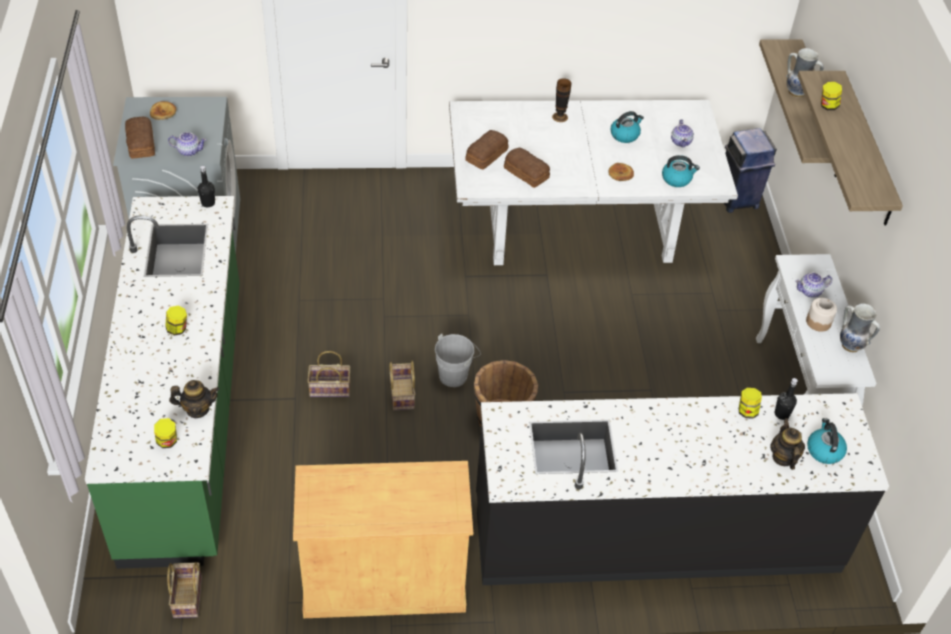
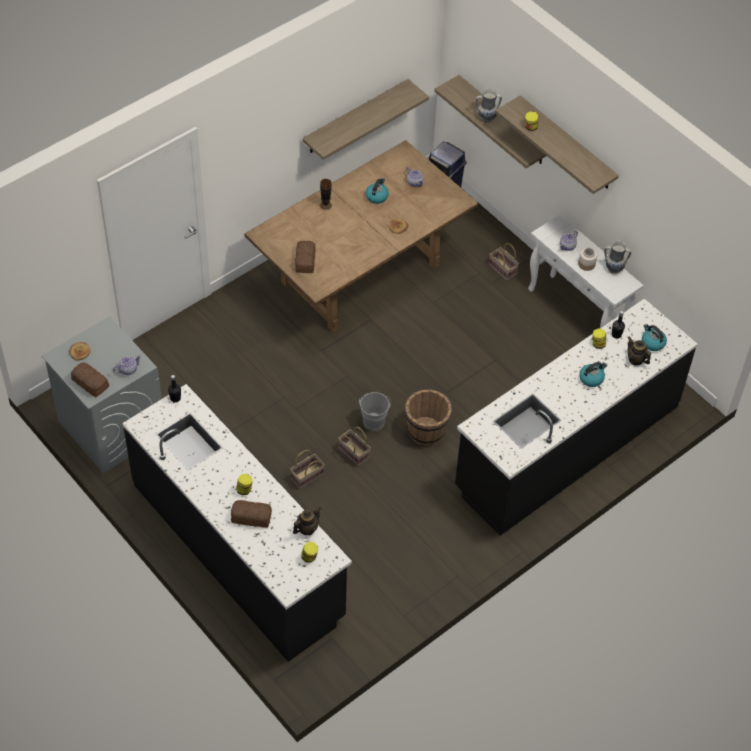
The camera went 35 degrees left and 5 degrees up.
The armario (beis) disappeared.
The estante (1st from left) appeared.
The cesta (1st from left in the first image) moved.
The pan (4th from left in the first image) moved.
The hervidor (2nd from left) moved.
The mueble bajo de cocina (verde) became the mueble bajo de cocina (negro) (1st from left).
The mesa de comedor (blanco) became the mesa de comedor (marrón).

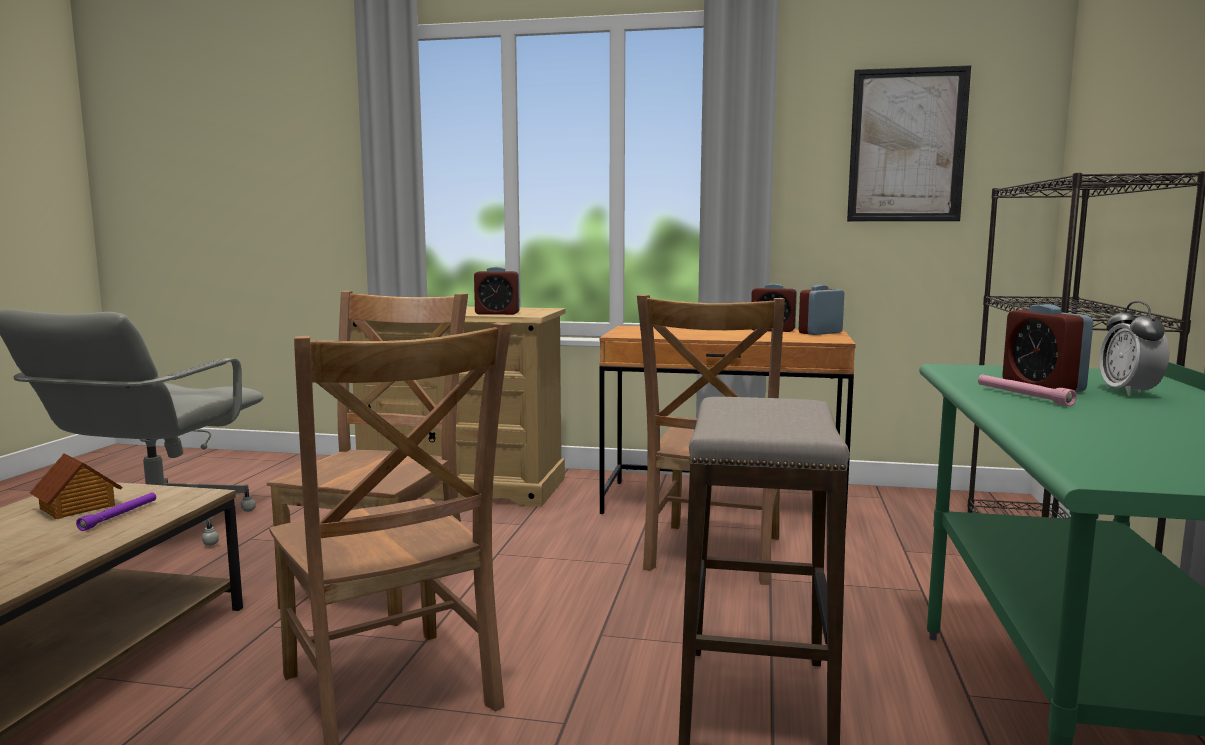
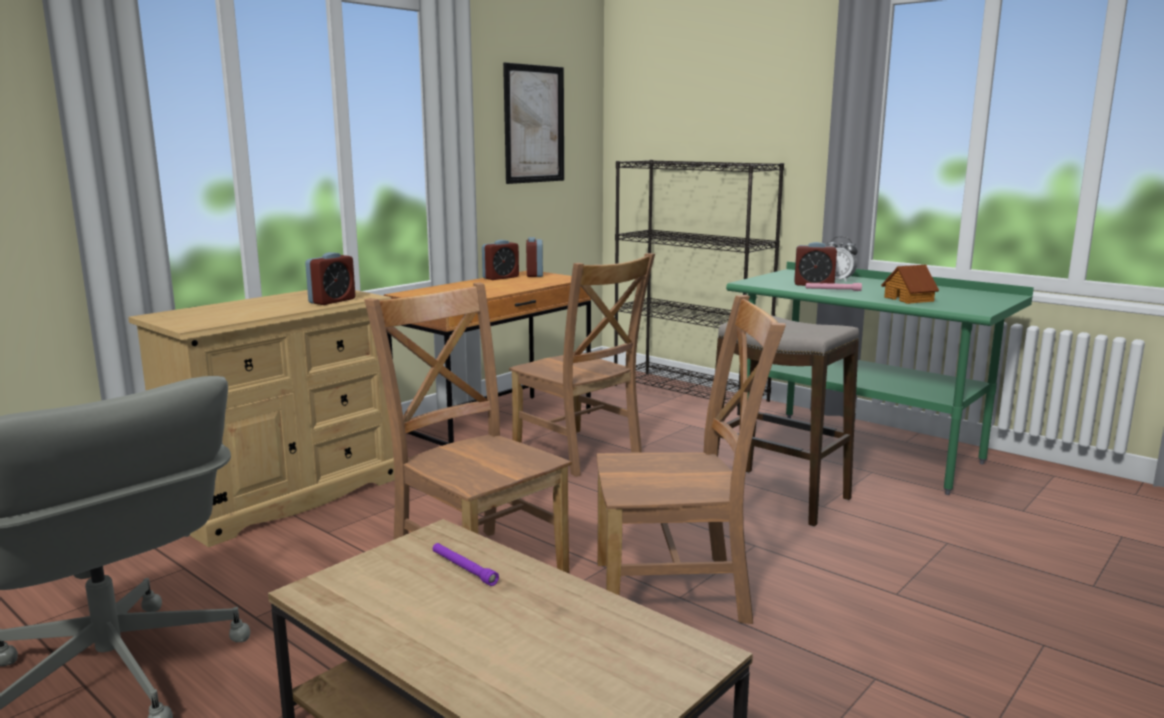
The camera went 60 degrees left and 5 degrees up.
The casita moved.

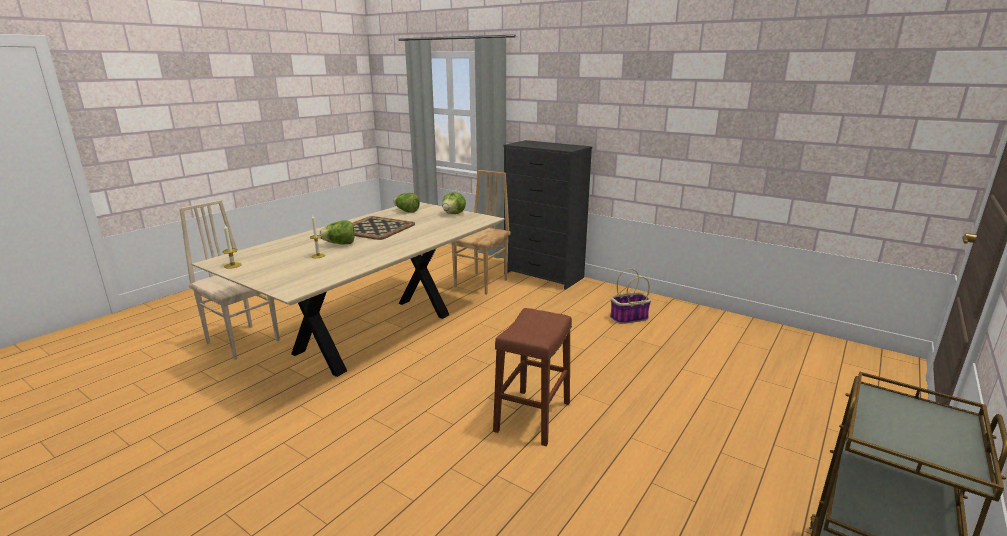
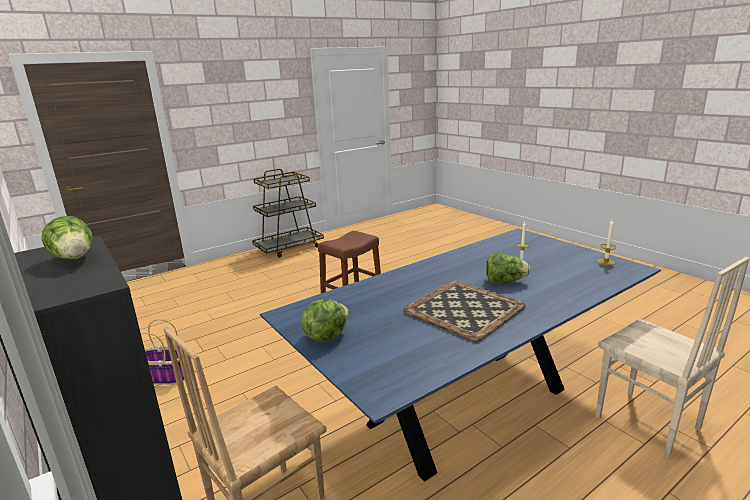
The camera went 160 degrees left and 0 degrees up.
The lechuga (2nd from left in the first image) moved.
The mesa de comedor (beis) became the mesa de comedor (azul).

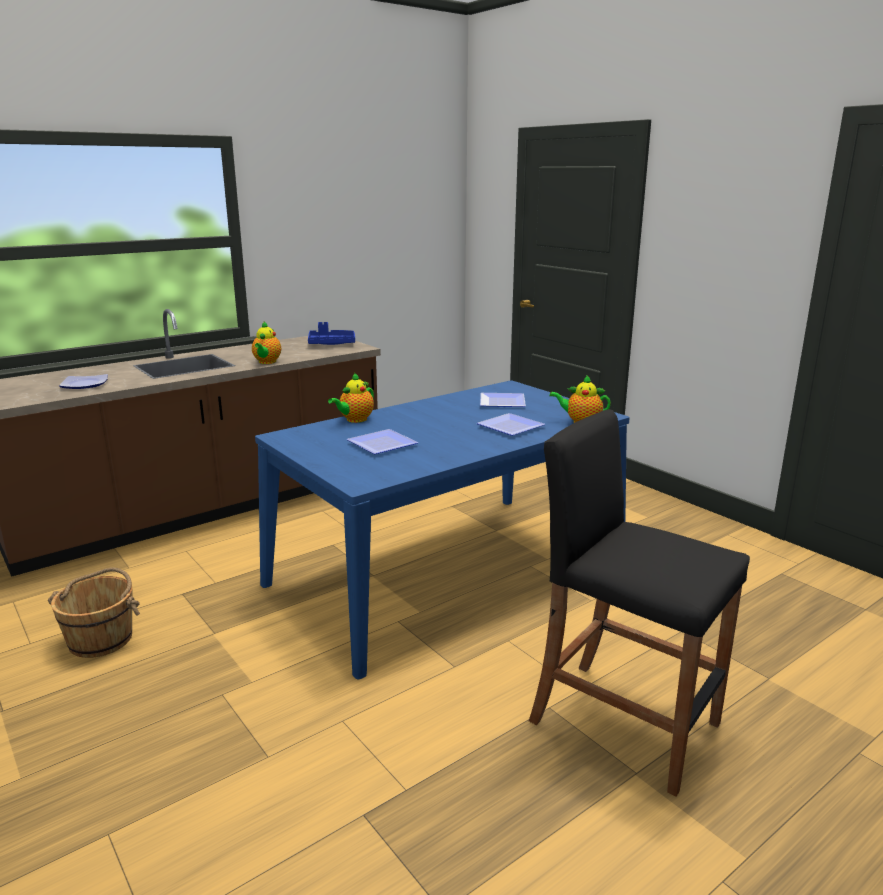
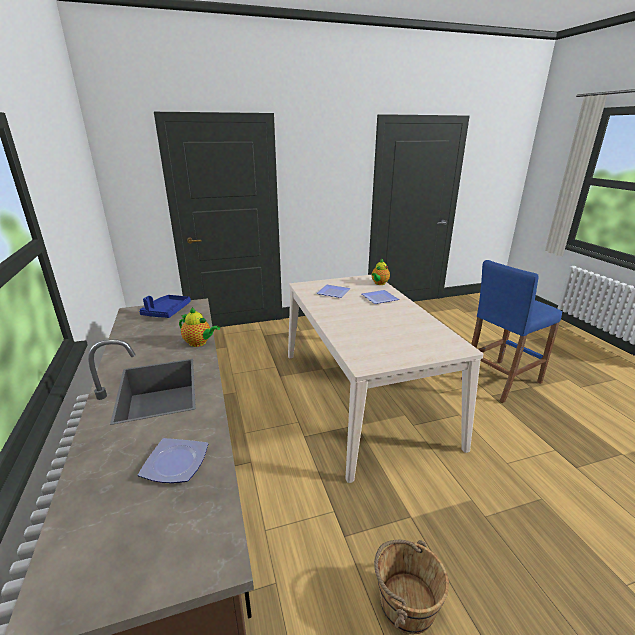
The camera went 70 degrees left and 5 degrees up.
The tetera (2nd from left) disappeared.
The plato (2nd from left) disappeared.
The mesa de comedor (azul) became the mesa de comedor (beis).
The taburete (negro) became the taburete (azul).

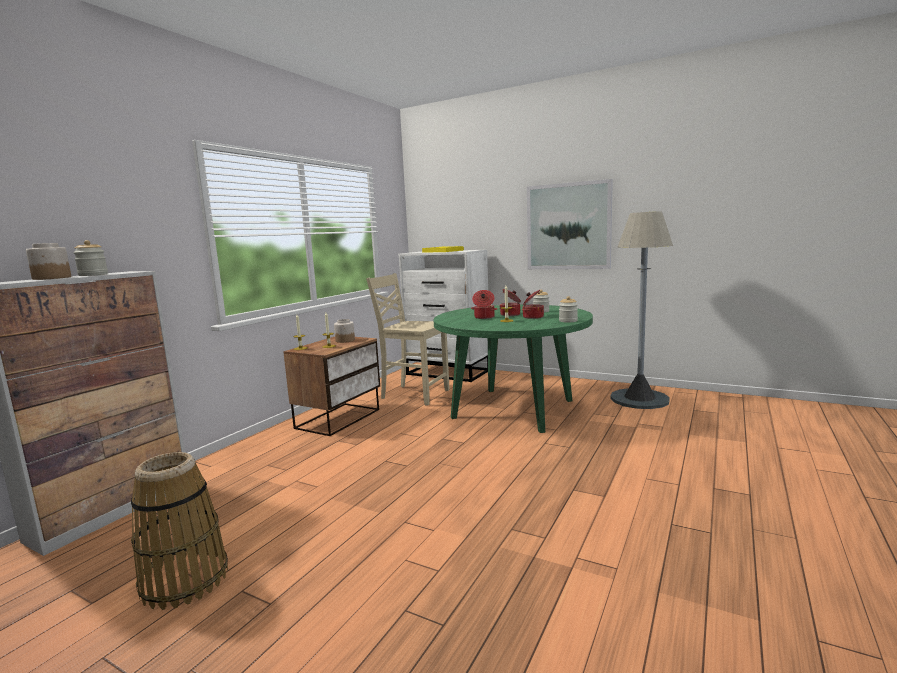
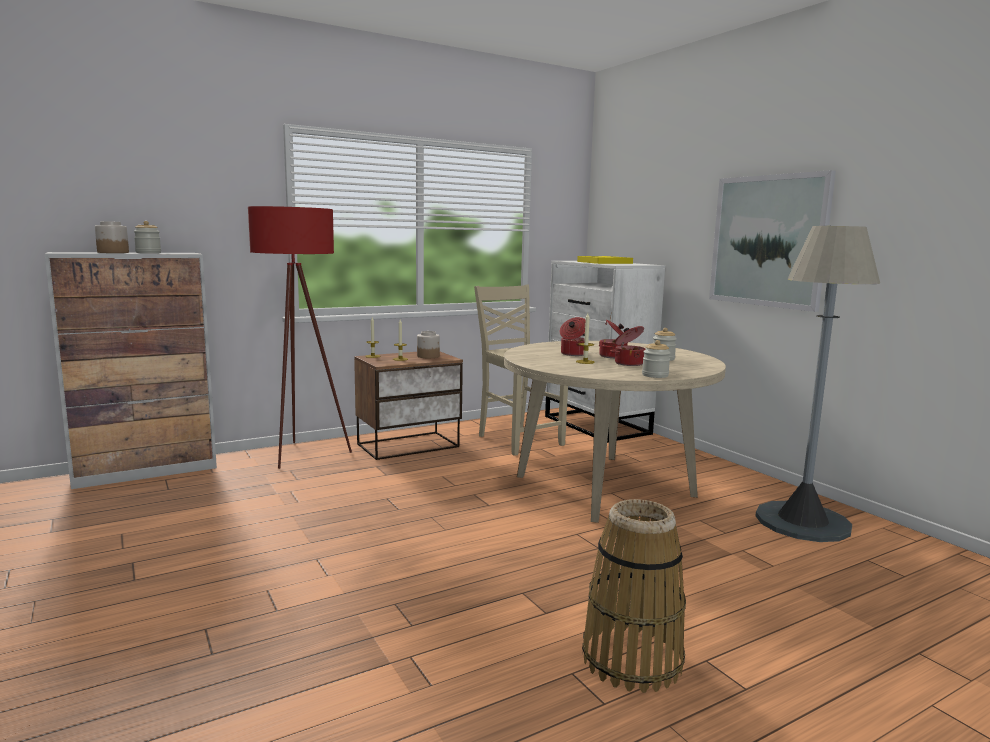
The camera went 30 degrees right and 0 degrees up.
The lámpara de pie (rojo) appeared.
The cesta moved.
The mesa de comedor (verde) became the mesa de comedor (beis).

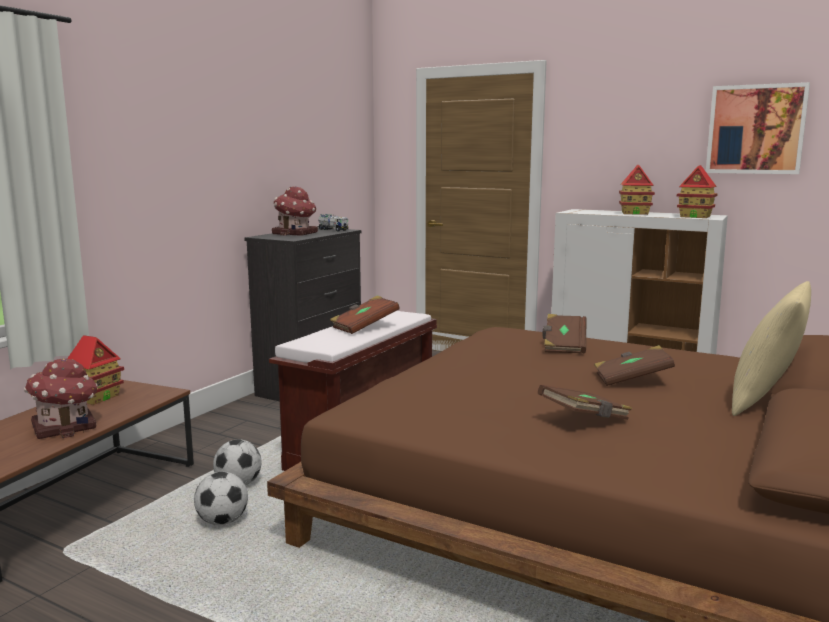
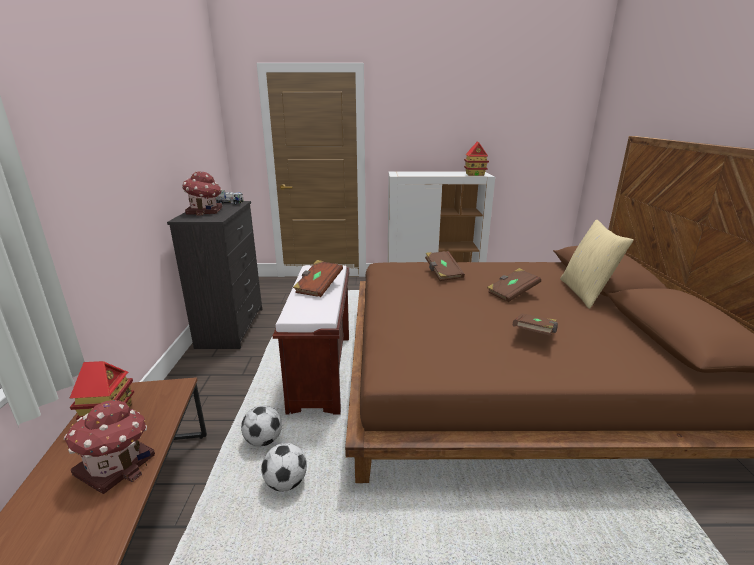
The camera went 30 degrees left and 10 degrees up.
The casita (4th from left) disappeared.
The cuadro disappeared.

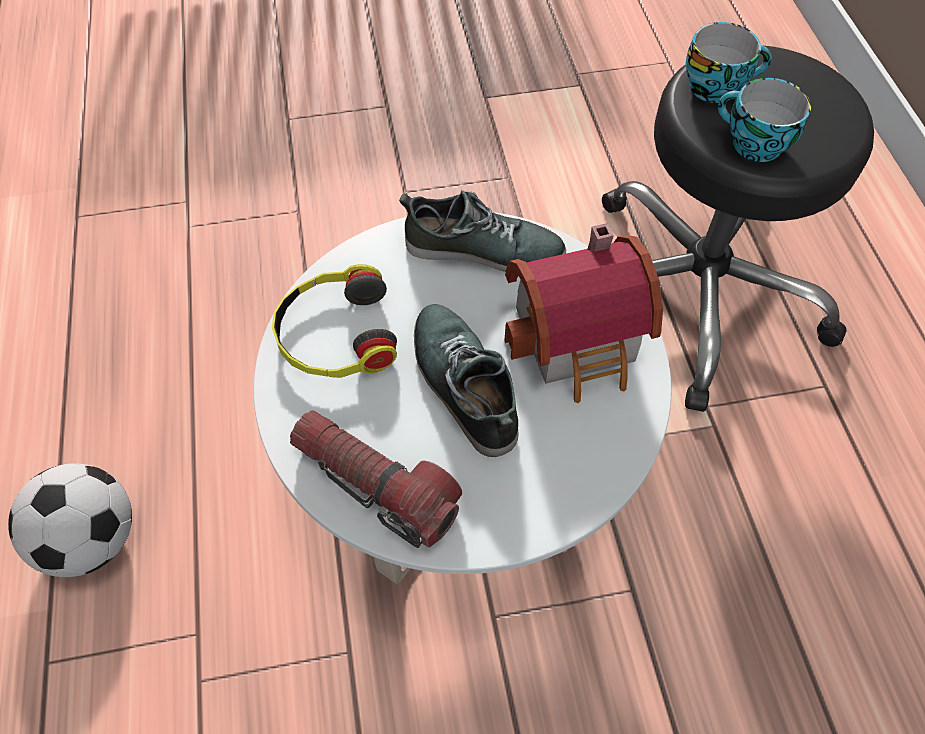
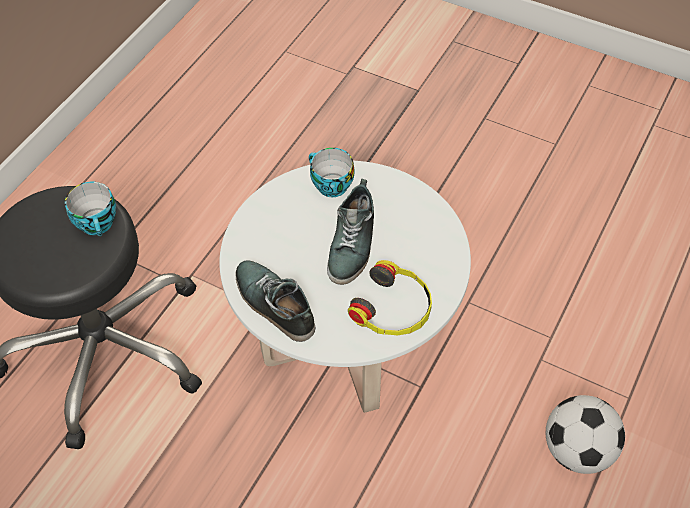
The camera went 140 degrees left and 5 degrees down.
The linterna disappeared.
The casita disappeared.
The taza (1st from left in the first image) moved.

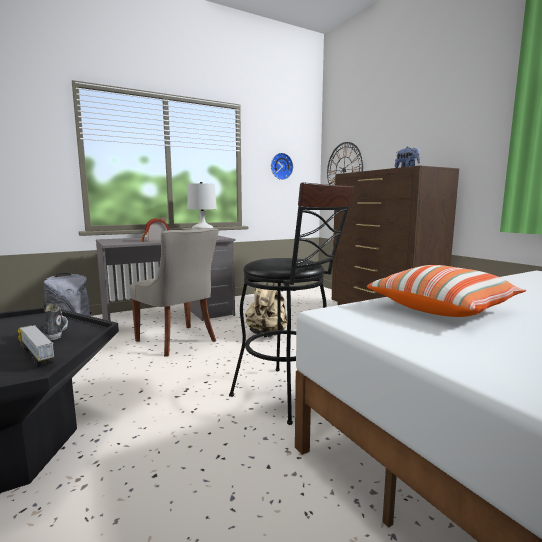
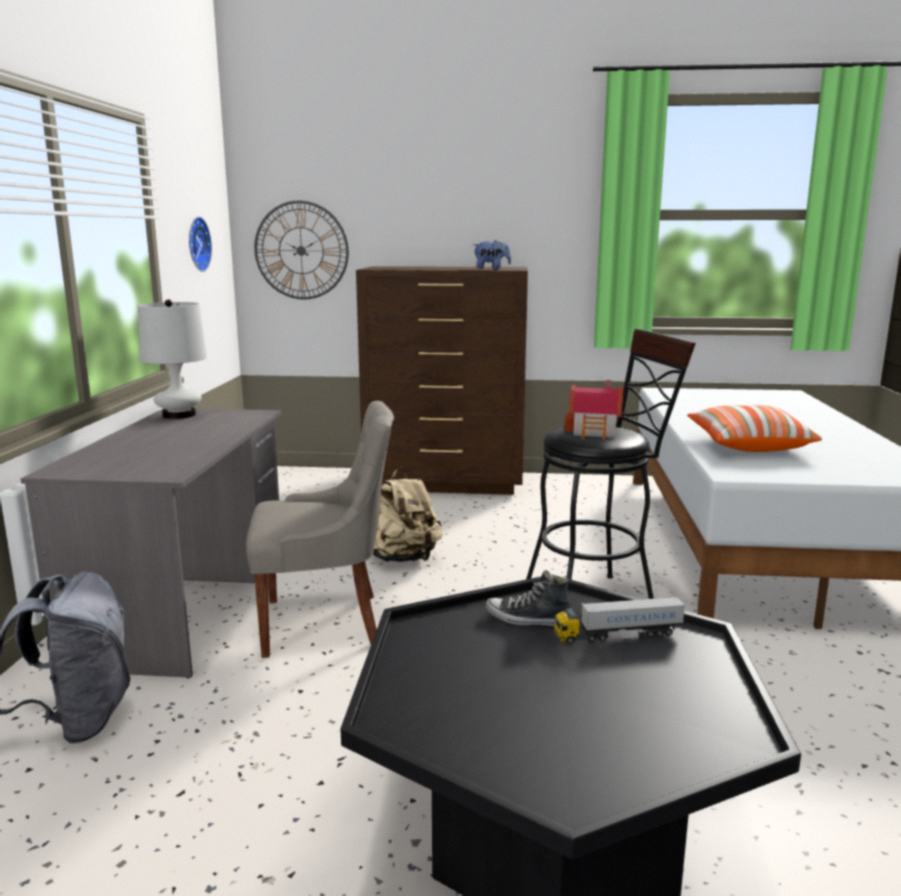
The camera went 55 degrees left and 5 degrees up.
The casita moved.

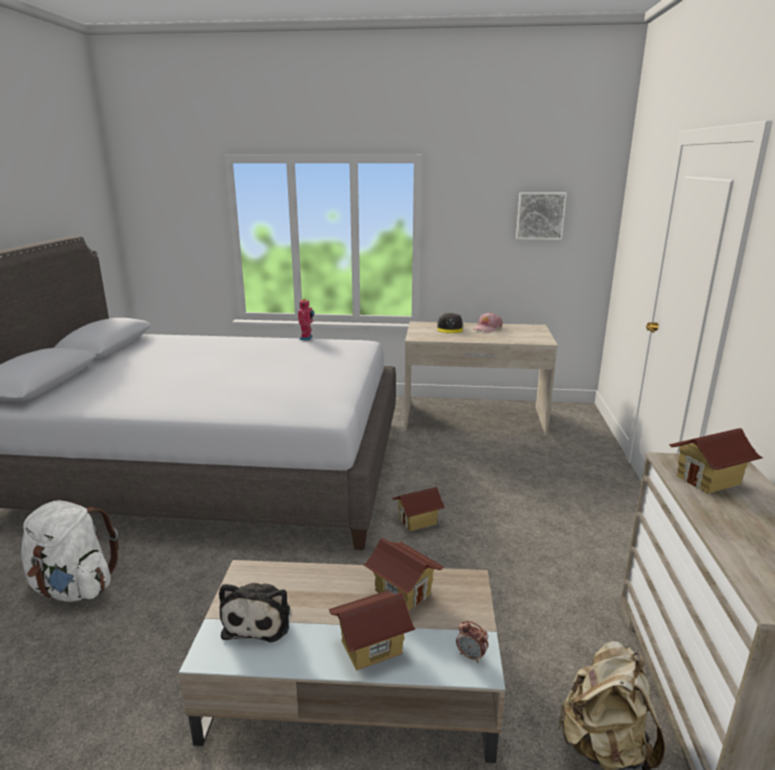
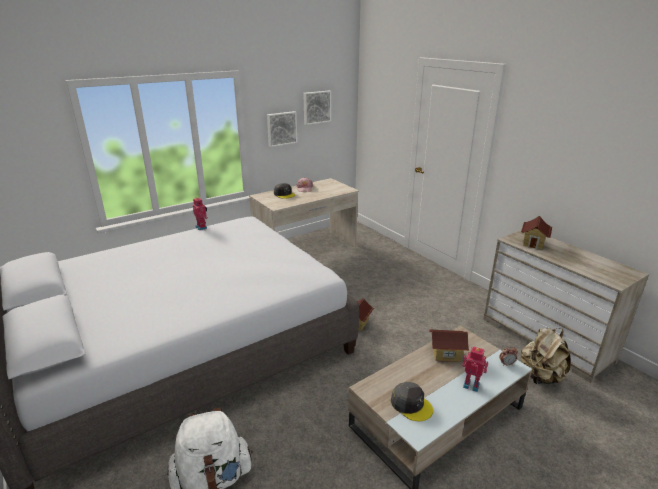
The camera went 40 degrees left and 5 degrees up.
The cuadro (1st from left) appeared.
The peluche was replaced by the gorra (gris) (2nd from left).
The casita (1st from left) was replaced by the robot de juguete (2nd from left).

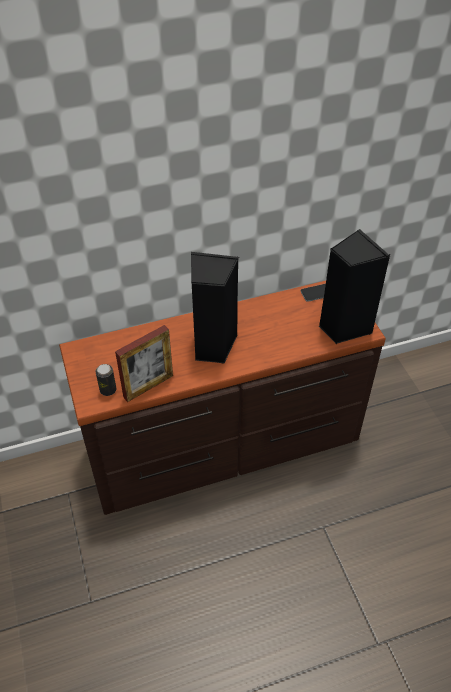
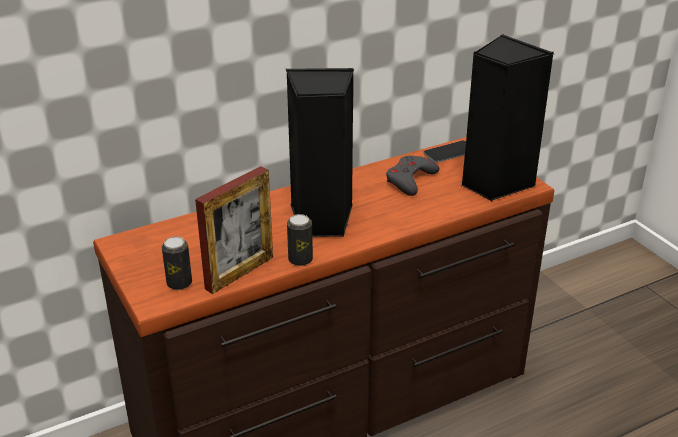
The camera went 10 degrees left and 15 degrees down.
The lata (2nd from left) appeared.
The mando de consola (gris) appeared.

